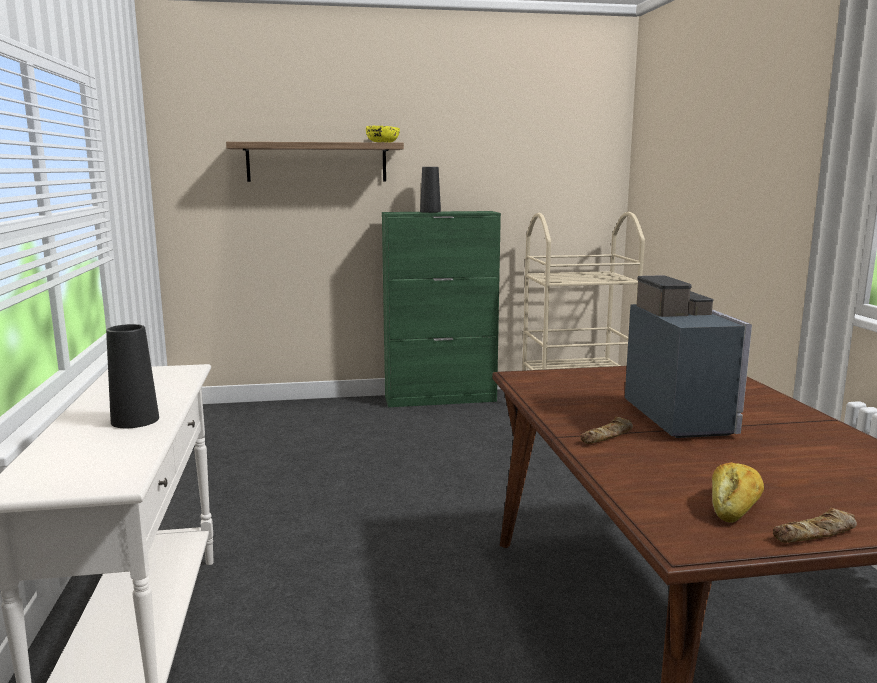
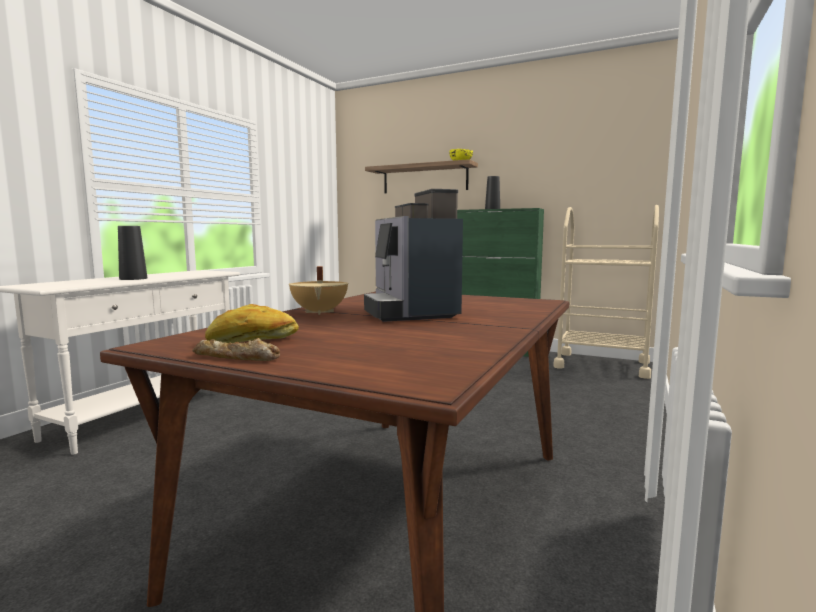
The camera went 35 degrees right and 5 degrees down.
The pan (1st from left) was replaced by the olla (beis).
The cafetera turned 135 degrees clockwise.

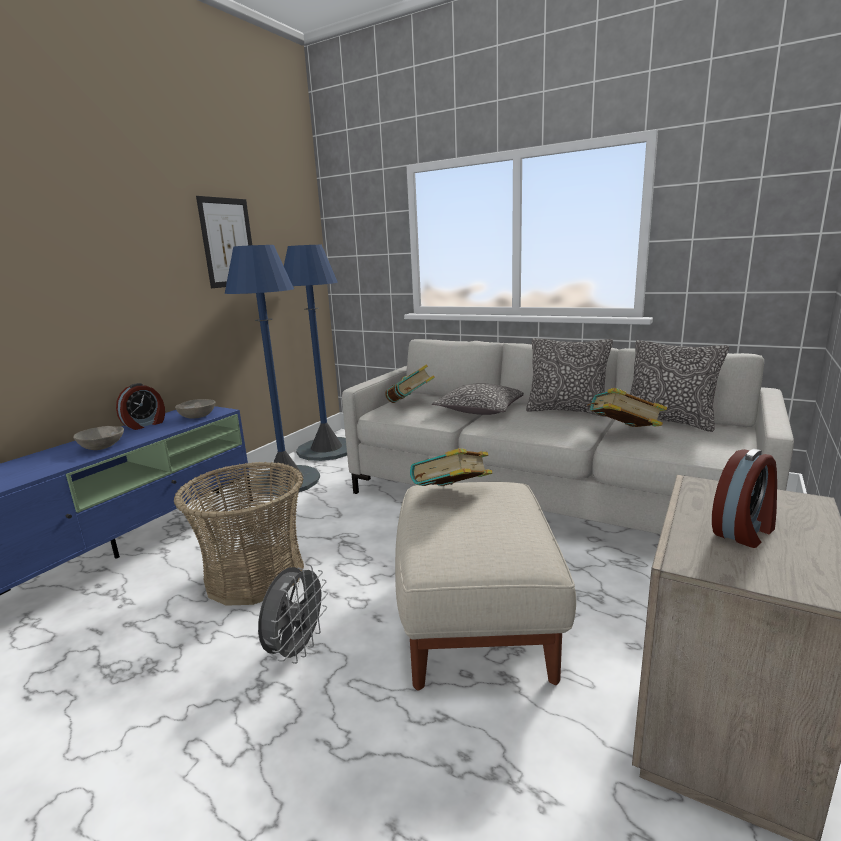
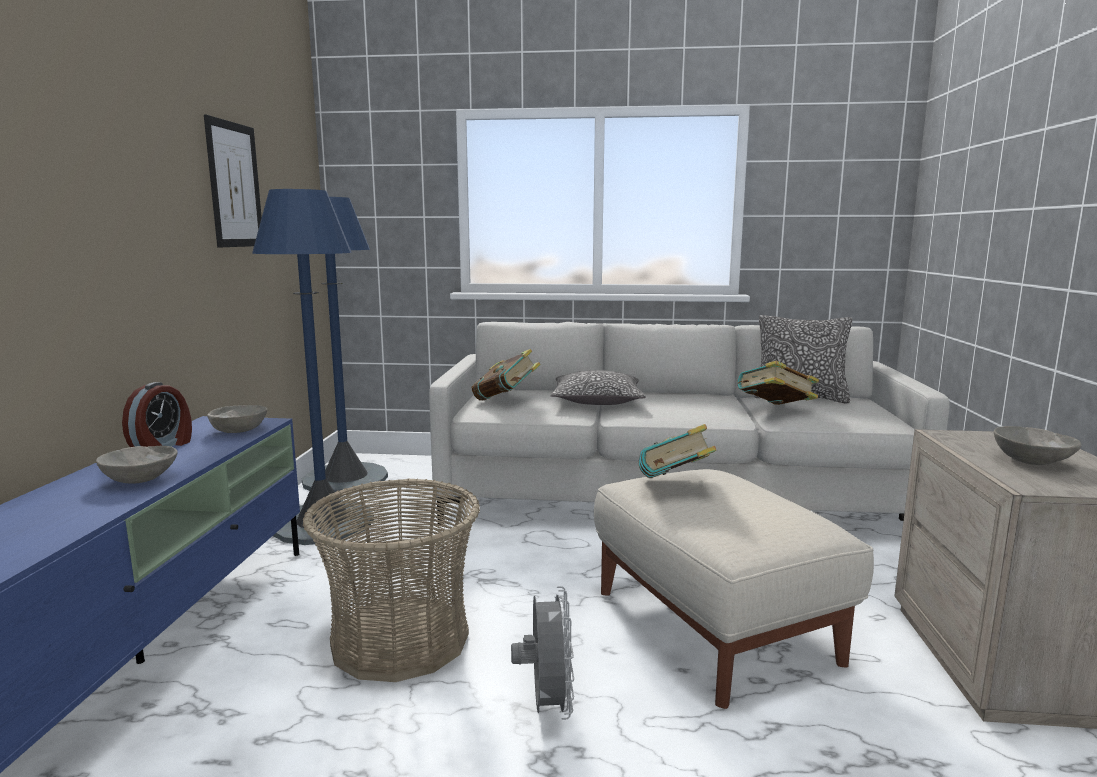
The camera went 25 degrees left and 5 degrees down.
The cojín (2nd from left) disappeared.
The despertador (2nd from left) was replaced by the cuenco (gris) (3rd from left).

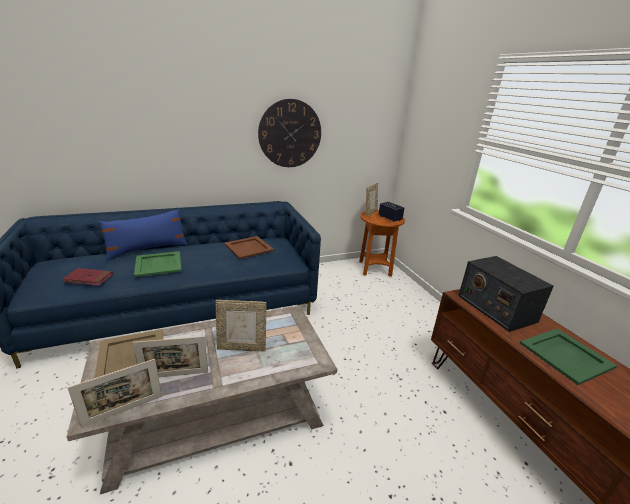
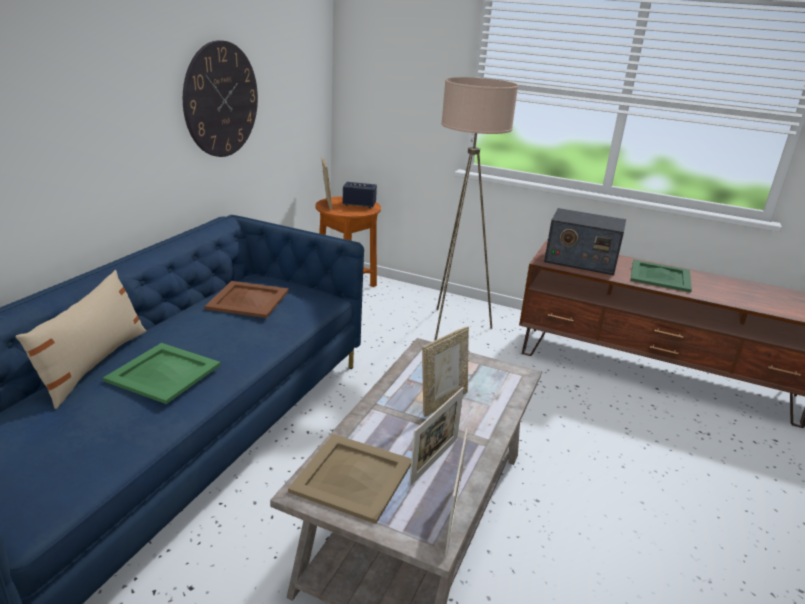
The camera went 45 degrees left and 0 degrees up.
The libro (rojo) disappeared.
The lámpara de pie (beis) appeared.
The cojín (azul) became the cojín (beis).

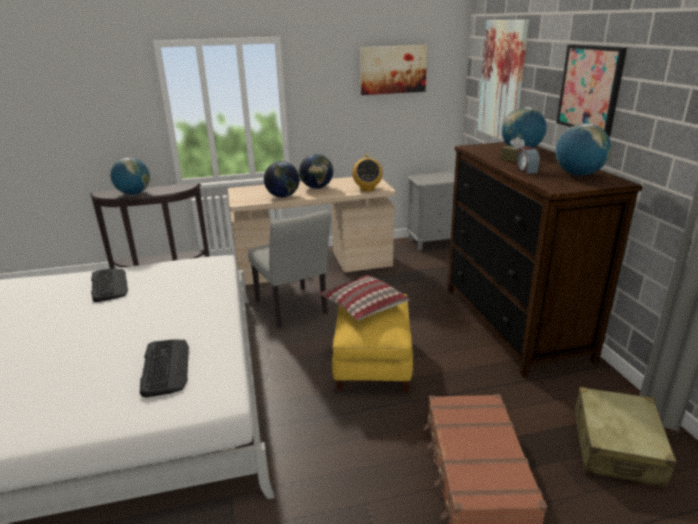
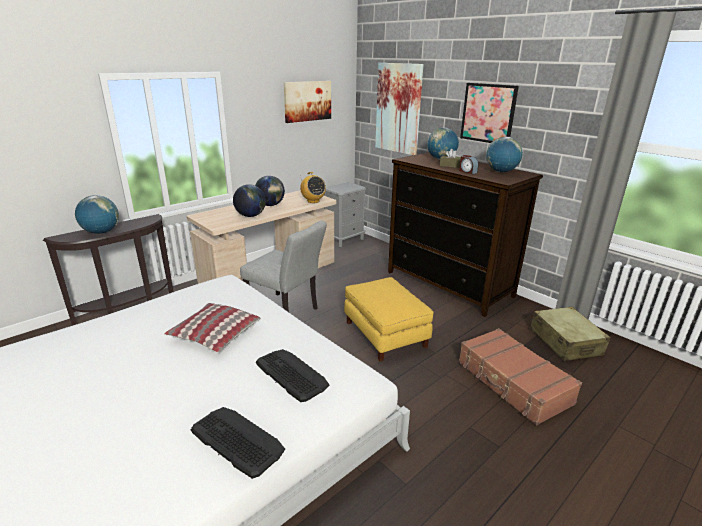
The camera went 30 degrees left and 0 degrees up.
The teclado (1st from left) moved.
The cojín moved.

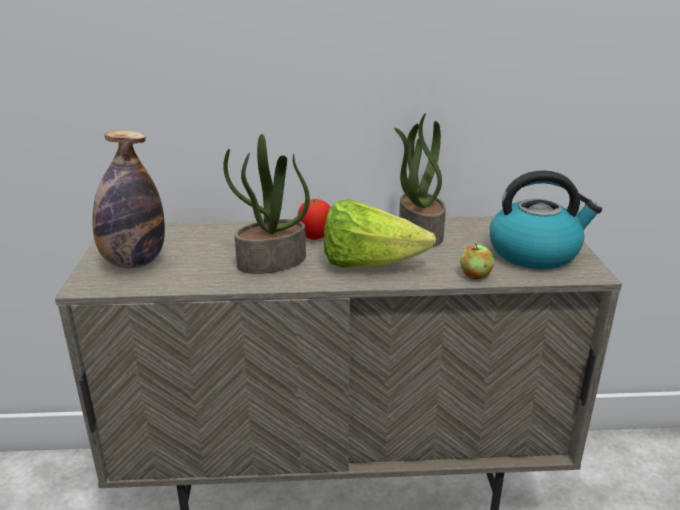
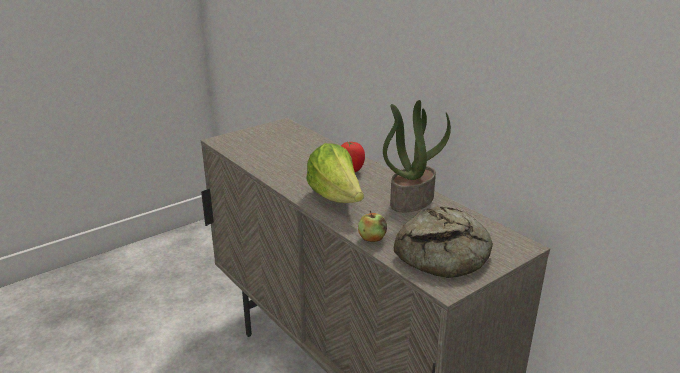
The camera went 55 degrees right and 0 degrees up.
The botella disappeared.
The planta en maceta (1st from left) disappeared.
The hervidor was replaced by the pan.

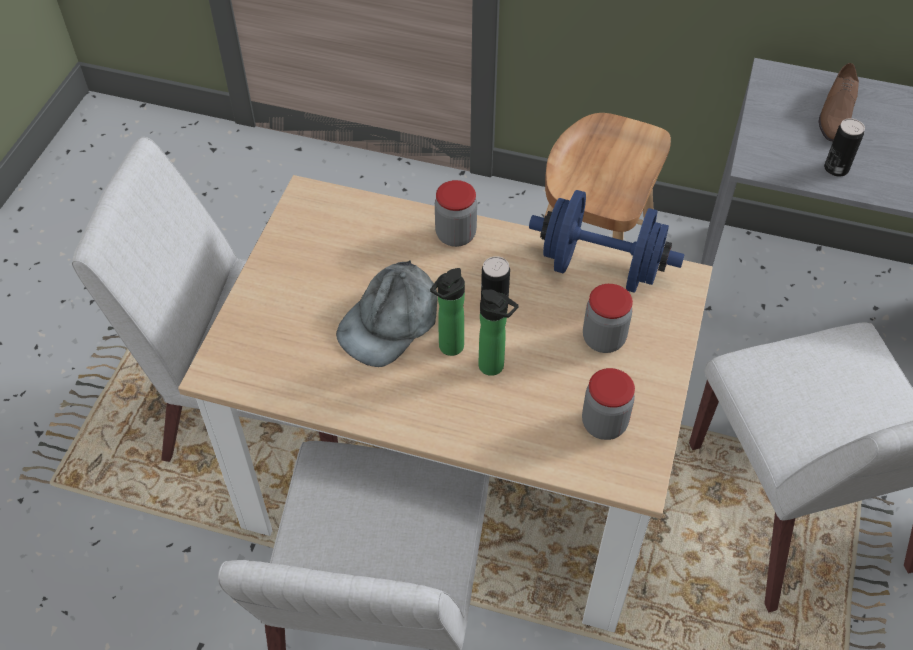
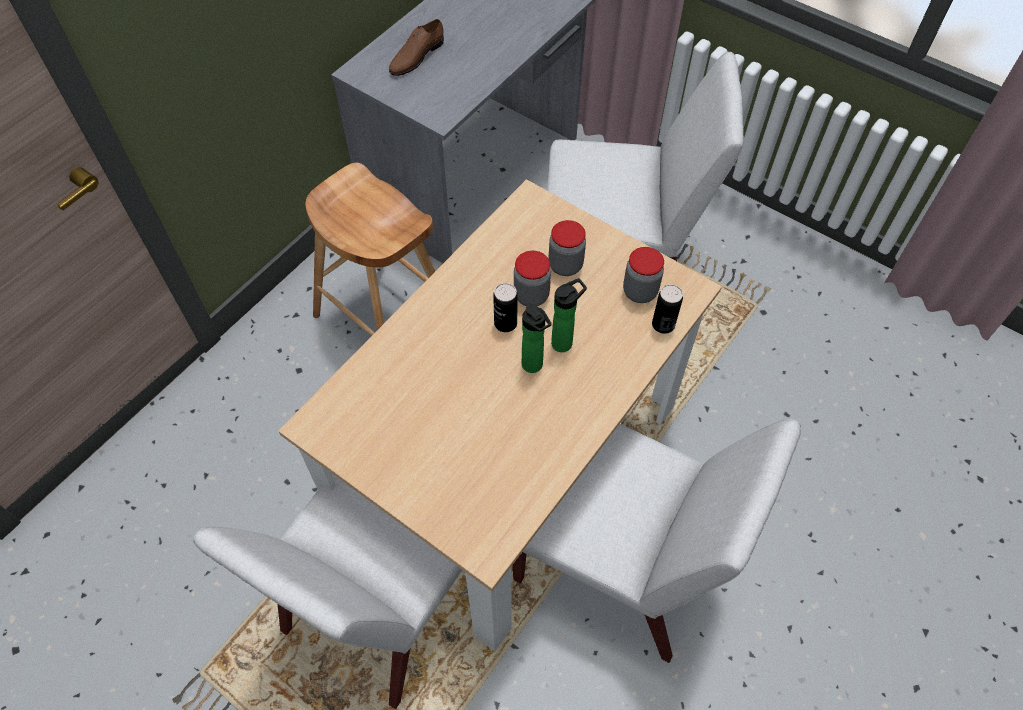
The camera went 70 degrees left and 5 degrees up.
The gorra (gris) disappeared.
The mancuerna (azul) disappeared.
The tarro (1st from left) moved.
The lata (2nd from left) moved.
The zapato (marrón) turned 90 degrees clockwise.

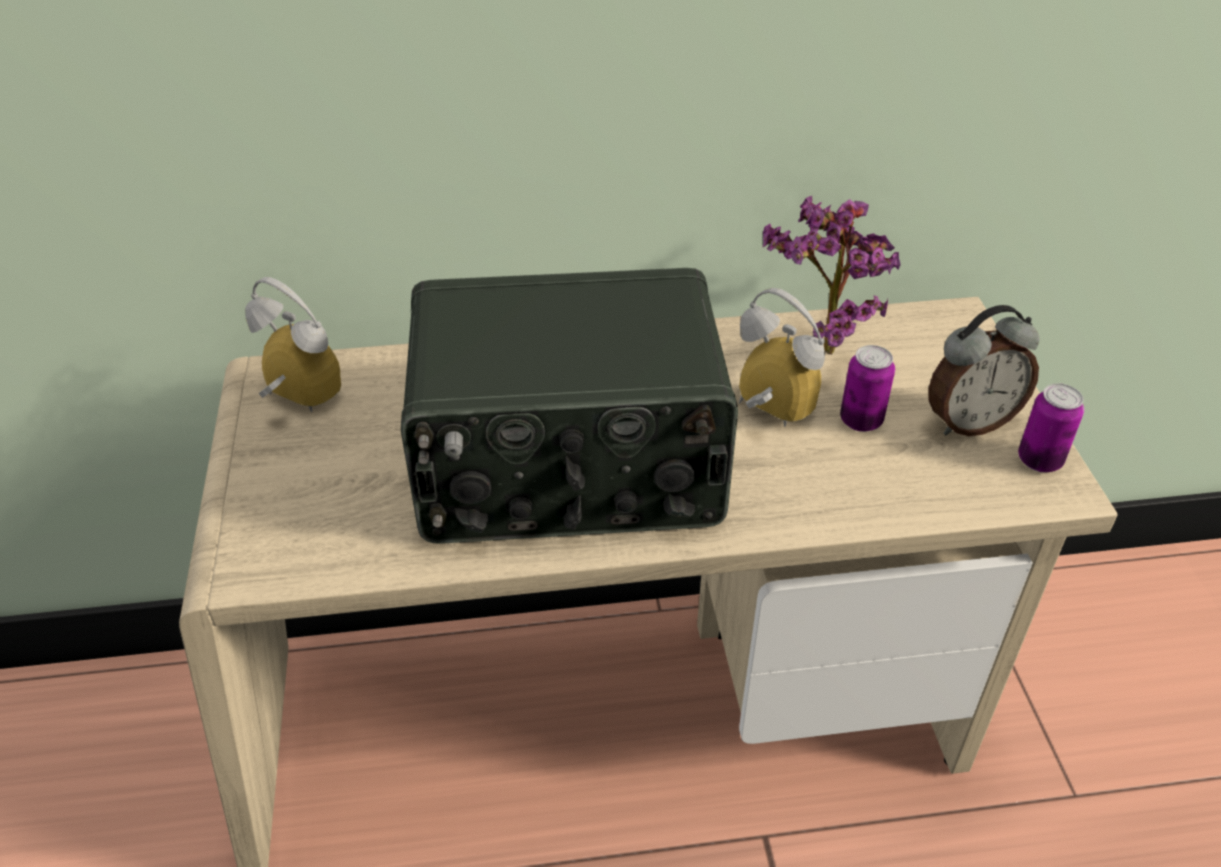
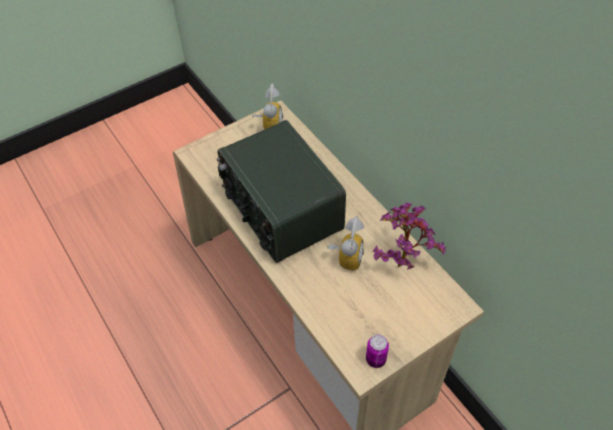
The camera went 65 degrees right and 10 degrees up.
The lata (1st from left) disappeared.
The despertador (3rd from left) disappeared.

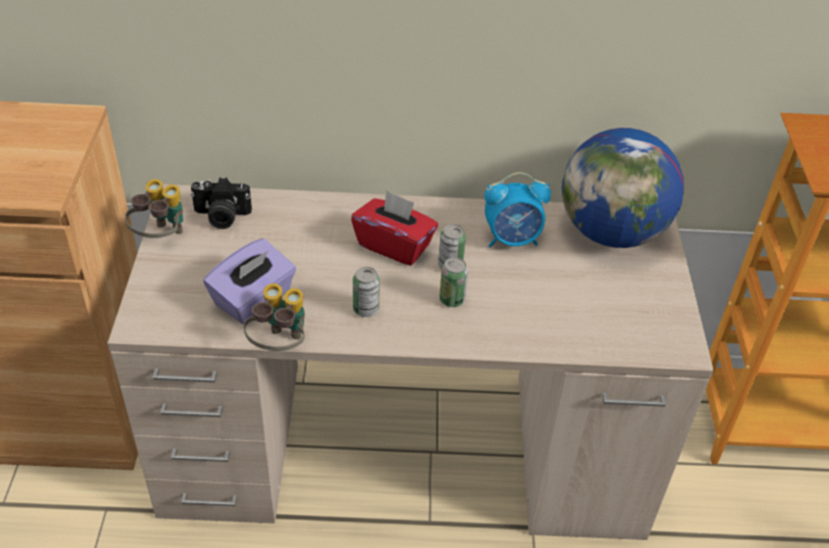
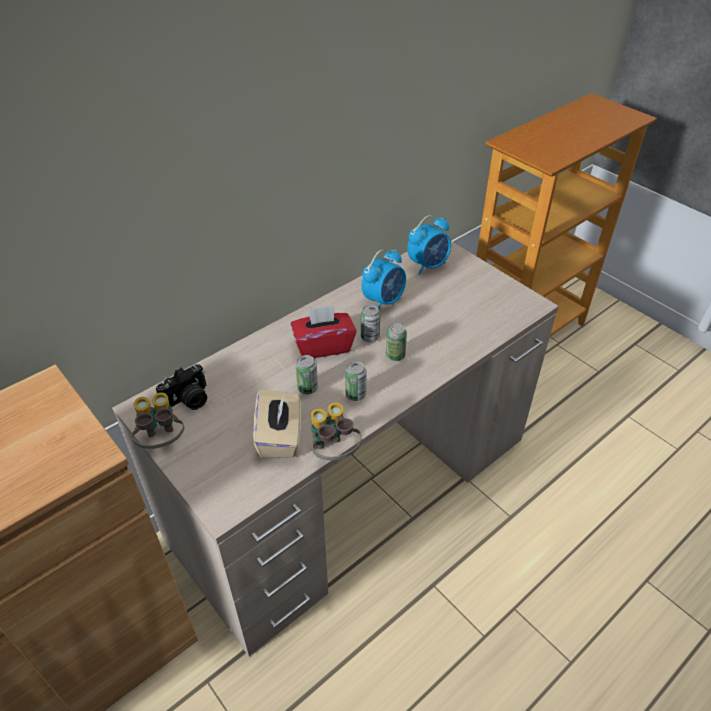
The camera went 40 degrees left and 0 degrees up.
The lata (1st from left) appeared.
The globo terráqueo was replaced by the despertador (2nd from left).
The caja de pañuelos (morado) became the caja de pañuelos (beis).

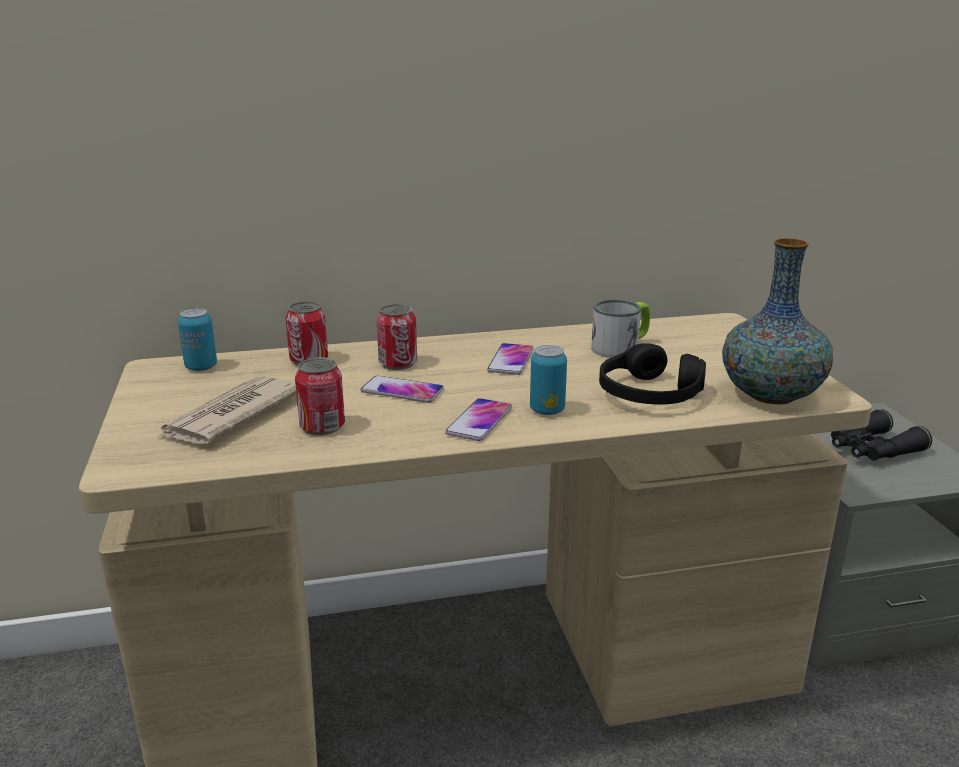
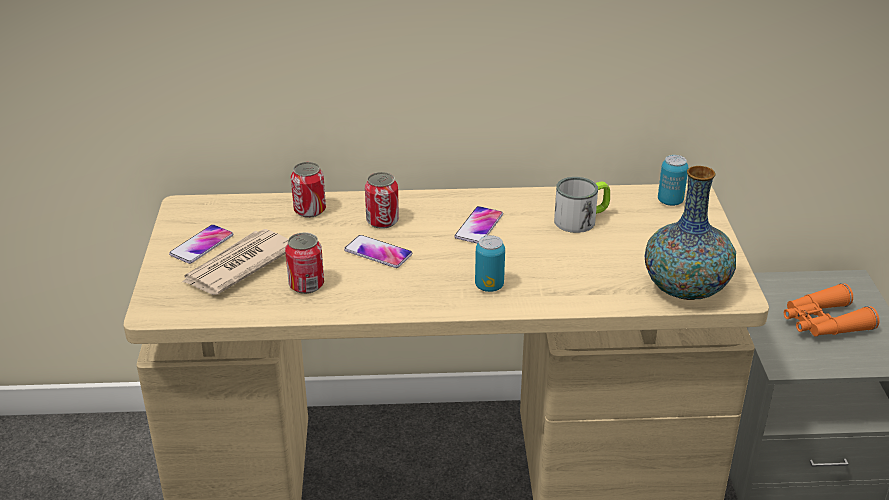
The camera went 10 degrees right and 10 degrees up.
The auriculares (negro) disappeared.
The lata (1st from left in the first image) moved.
The móvil (2nd from left in the first image) moved.
The prismáticos (negro) became the prismáticos (naranja).

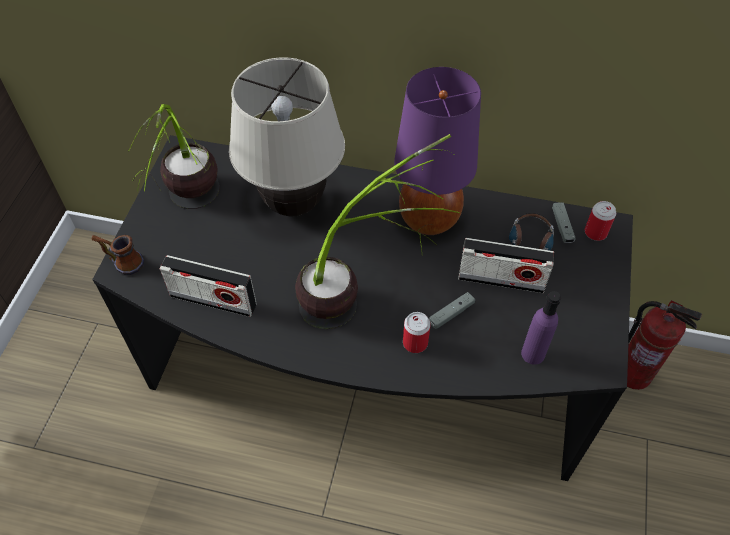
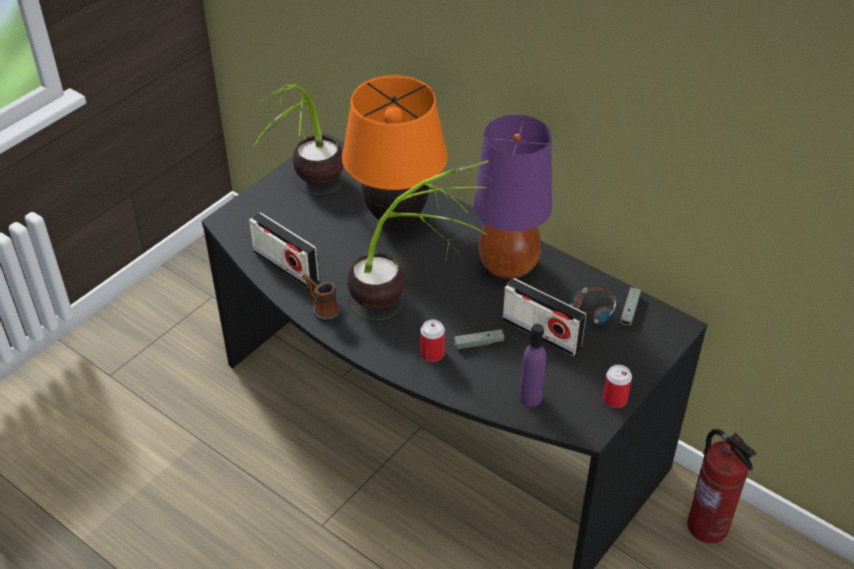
The camera went 25 degrees right and 10 degrees down.
The taza grande moved.
The lata (2nd from left) moved.
The lámpara de mesa (beis) became the lámpara de mesa (naranja).

